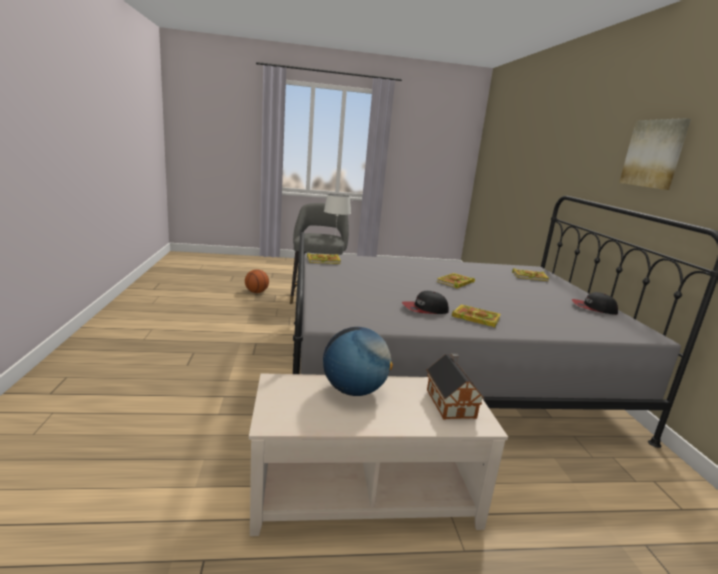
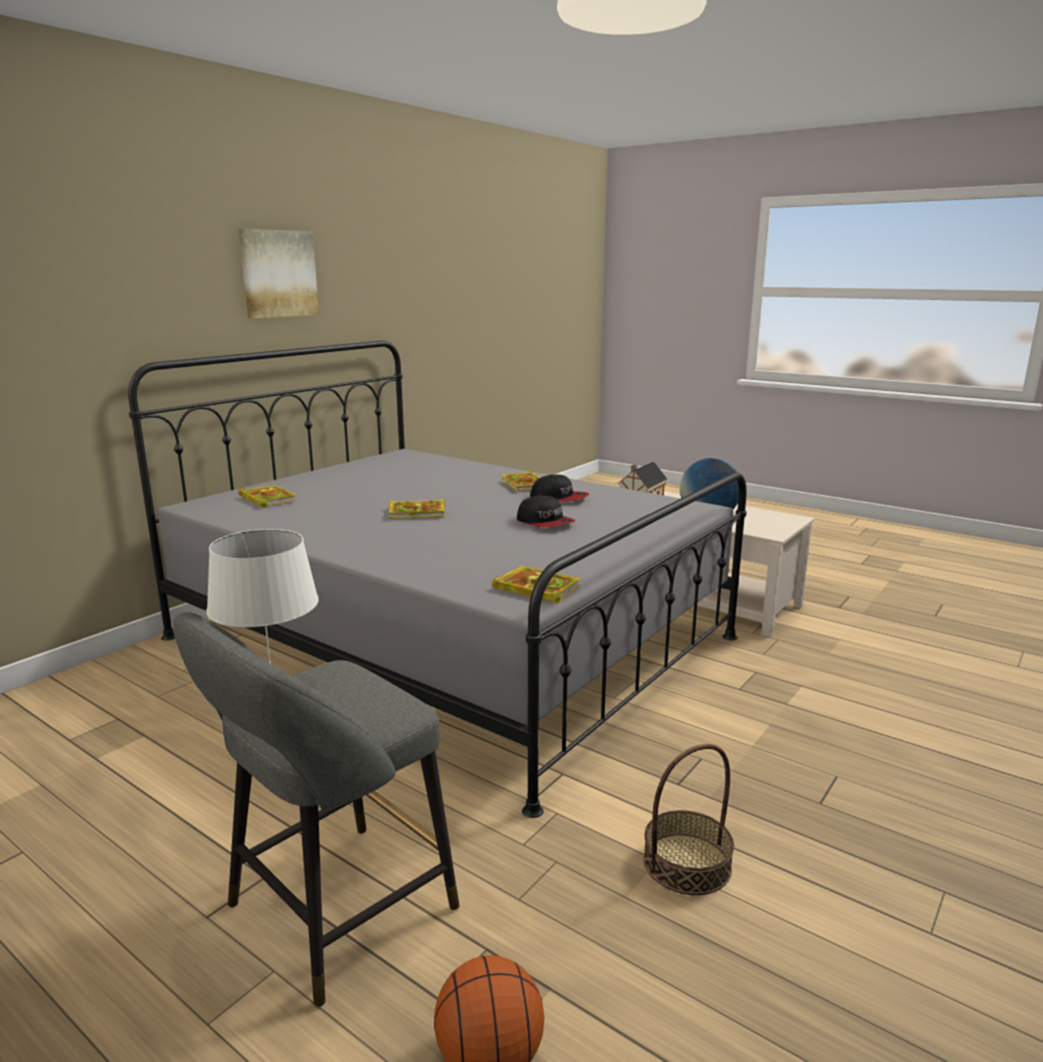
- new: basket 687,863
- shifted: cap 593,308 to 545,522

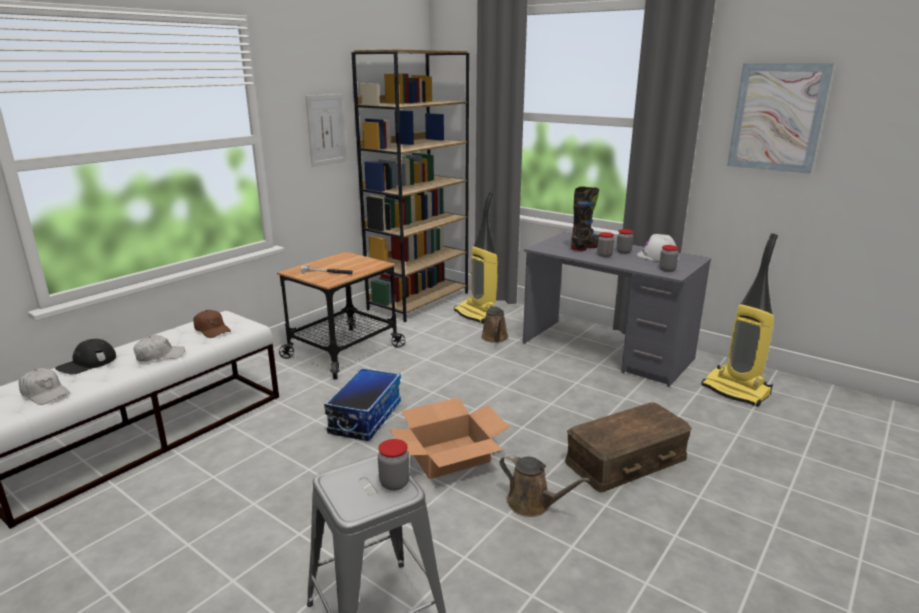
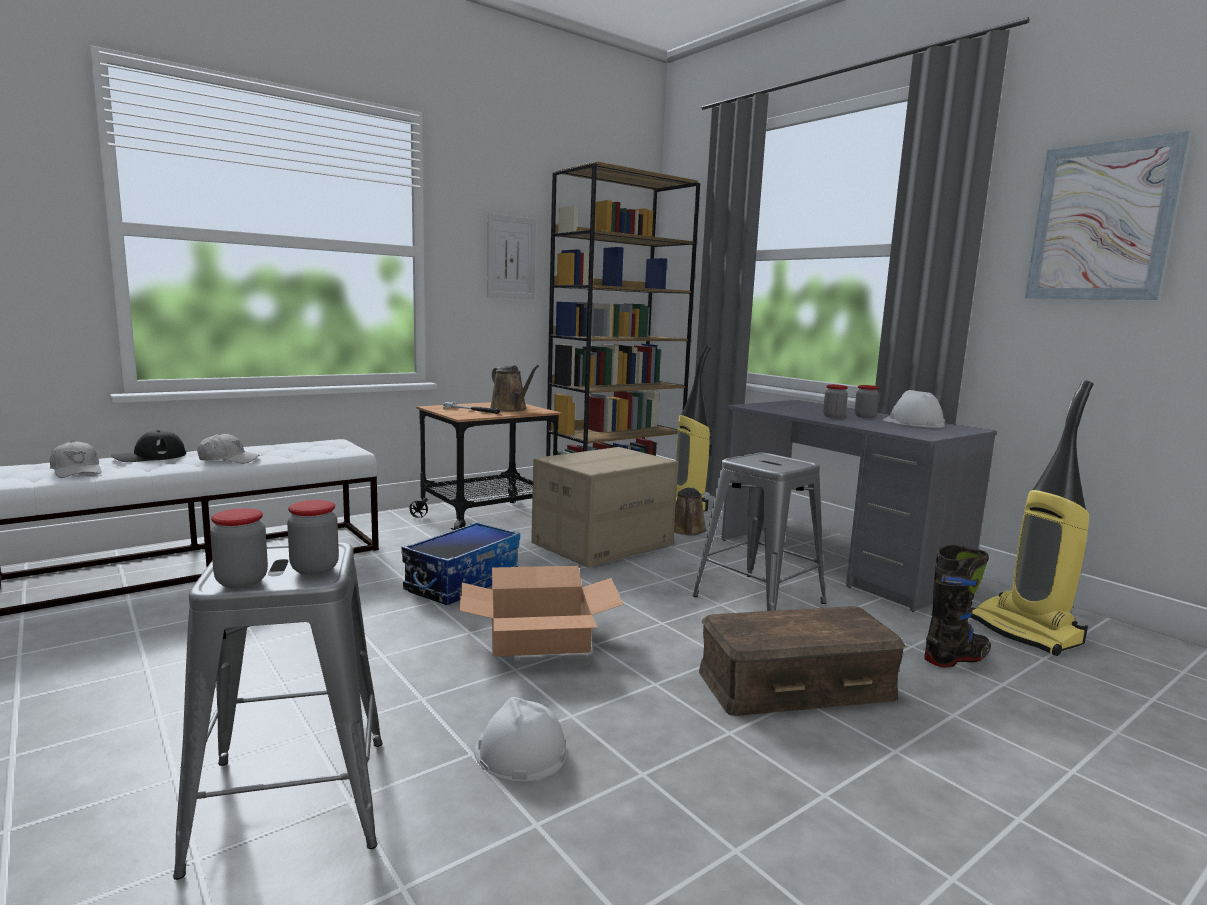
- gone: brown cap 212,330
- new: white hard hat 520,752
- new: cardboard box 602,543
- new: grey stool 759,600
- shifted: brown watering can 532,504 to 510,409
- shifted: black boot 586,247 to 956,658
- shifted: jar 667,270 to 241,581

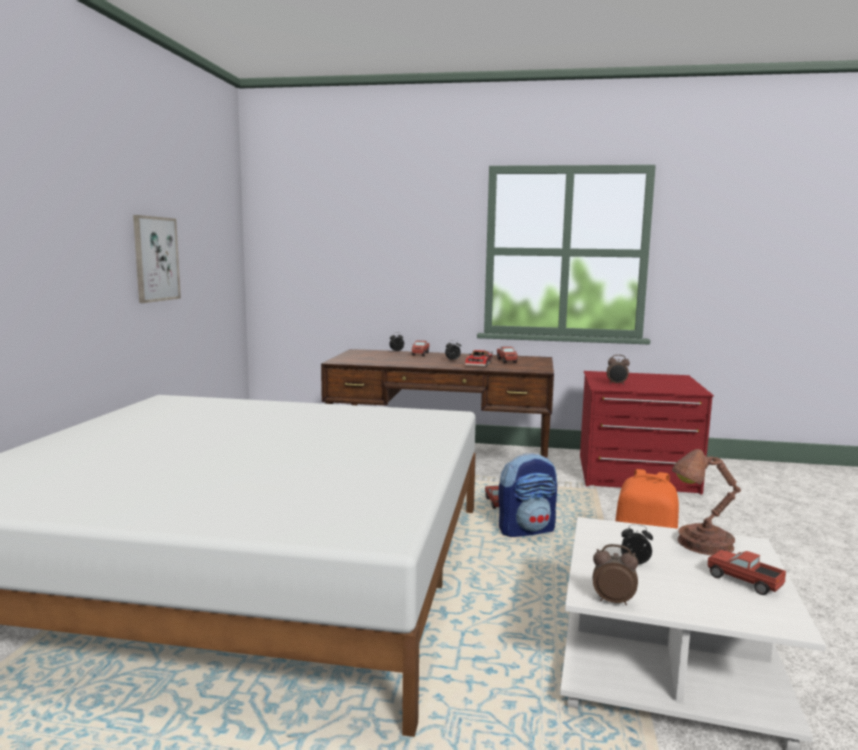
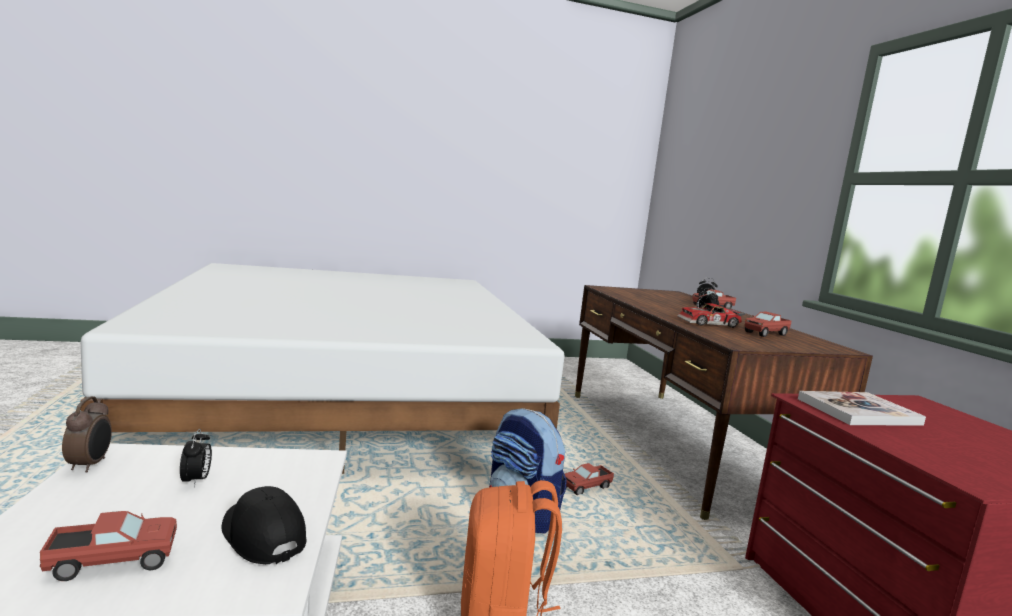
- gone: picture 156,259
- swapped: alarm clock 617,384 to book 858,411
- swapped: brown table lamp 701,544 to black cap 262,535
- rotated: toy truck 744,582 = 112,562 45 degrees clockwise

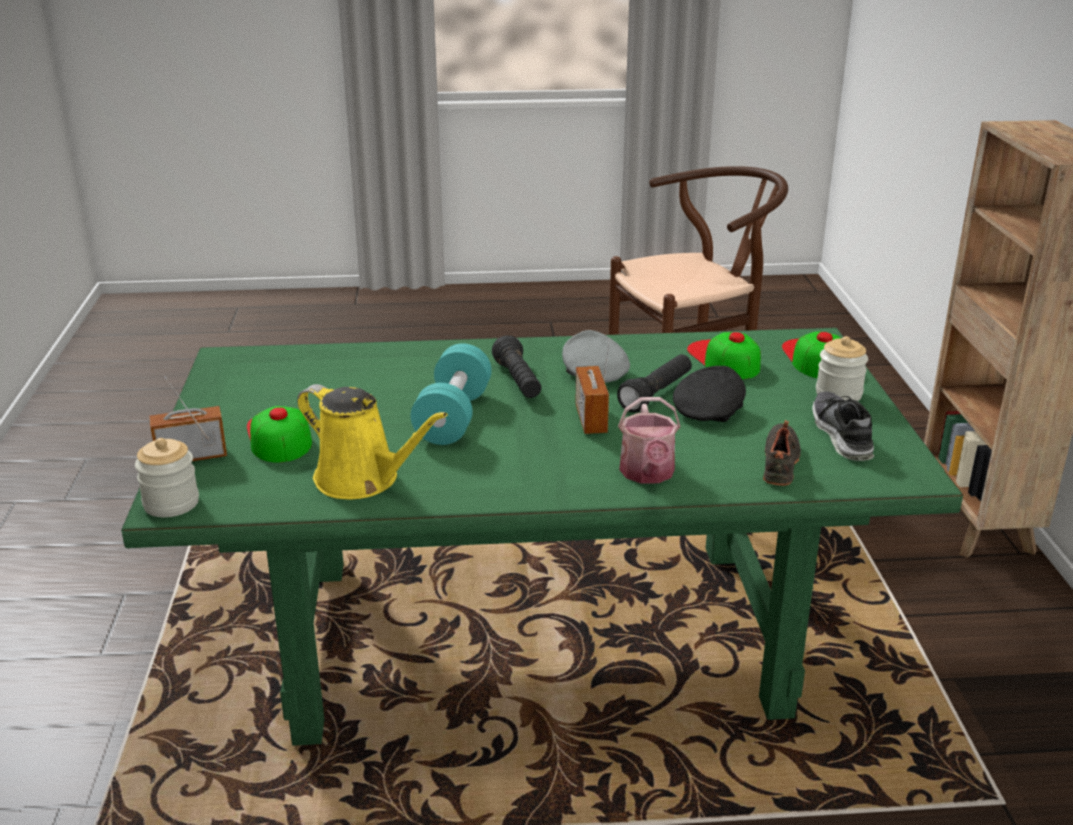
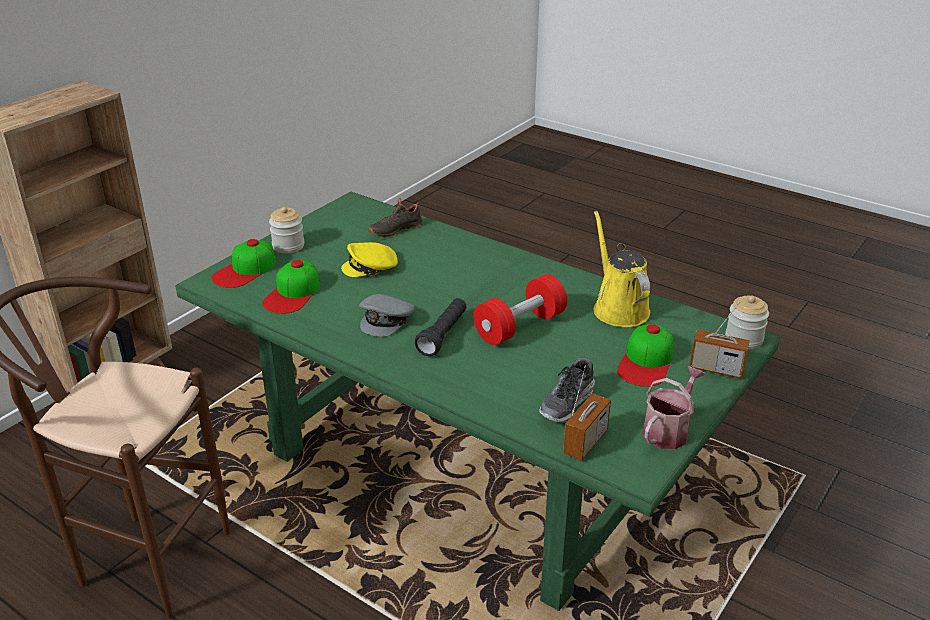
- gone: black flashlight 656,394
- shifted: radio 591,420 to 585,442
- shifted: watering can 648,474 to 668,430
- shifted: shoe 841,436 to 567,403
- repainted: turquoise dumbbell 453,417 to red dumbbell 520,326
- repainted: black cap 708,410 to yellow cap 371,267

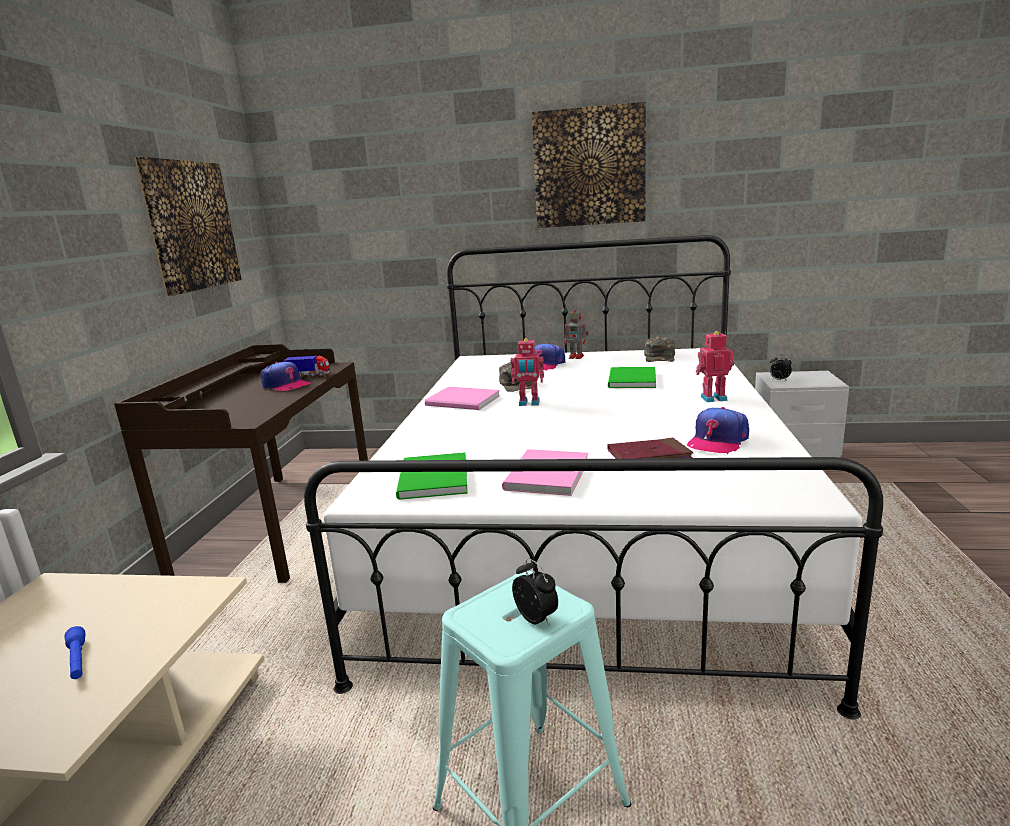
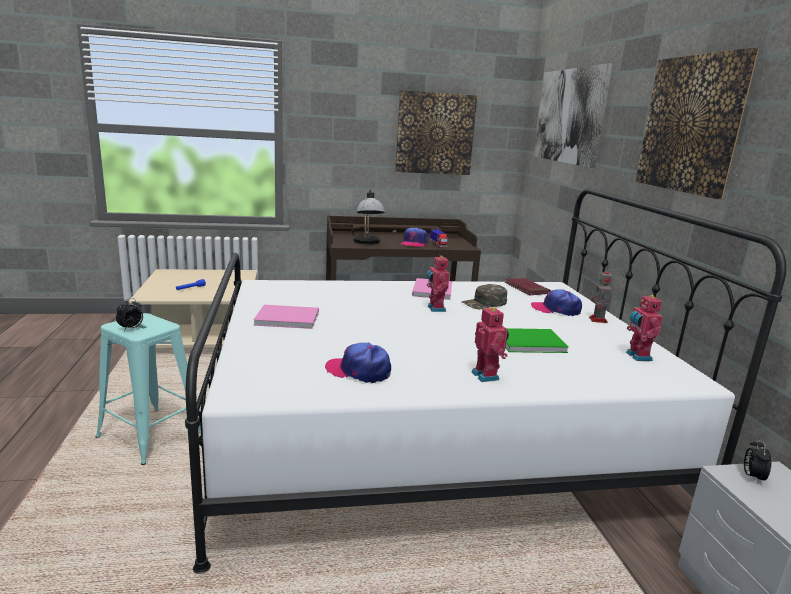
- gone: green book 431,480
- new: table lamp 367,243
- new: picture 568,116
- shifted: red book 649,456 to 526,289
- swapped: green cap 660,357 to toy robot 637,356

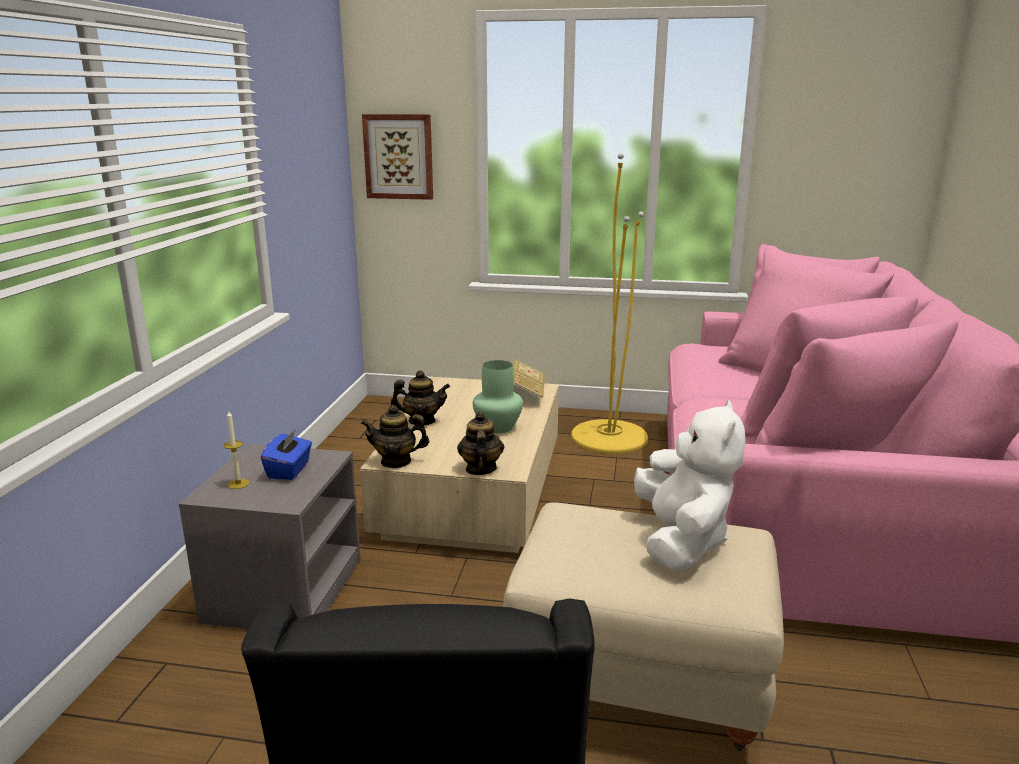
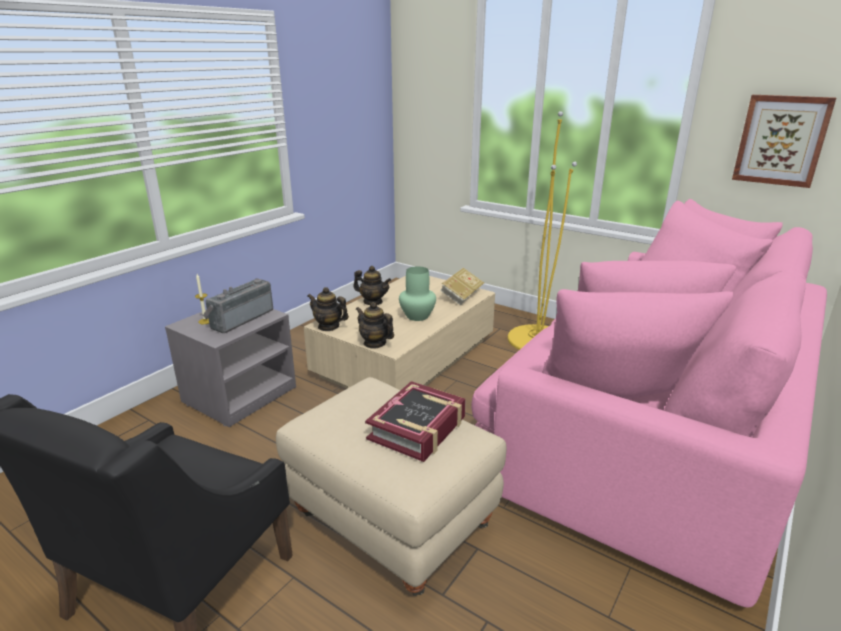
- shifted: picture 399,156 to 781,140
- swapped: blue tissue box 289,470 to radio 240,318
- swapped: white plush toy 681,541 to book 418,428
- rotated: teapot 480,469 = 375,343 75 degrees counterclockwise

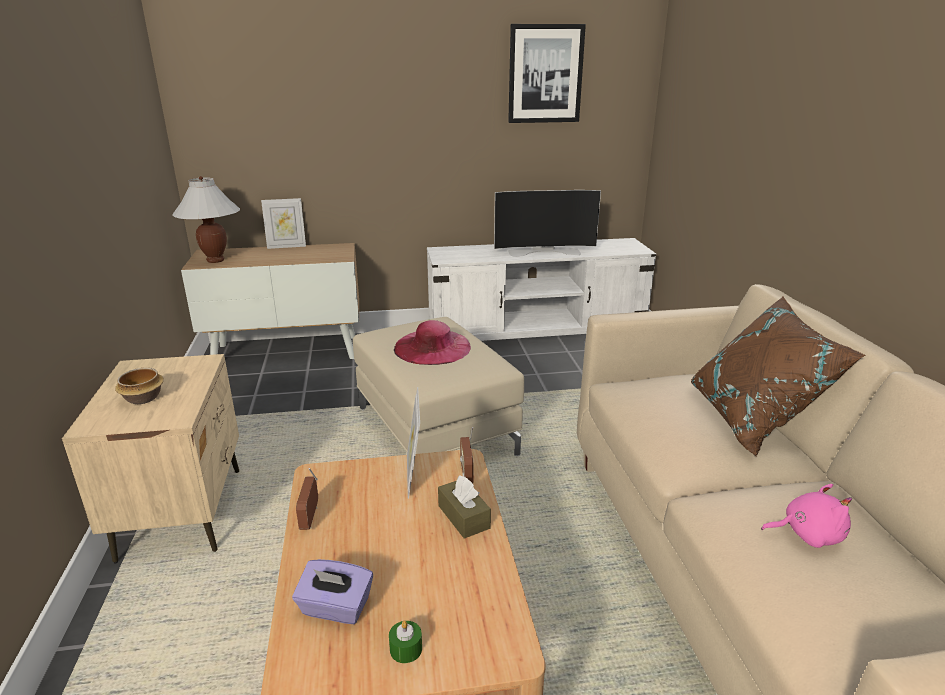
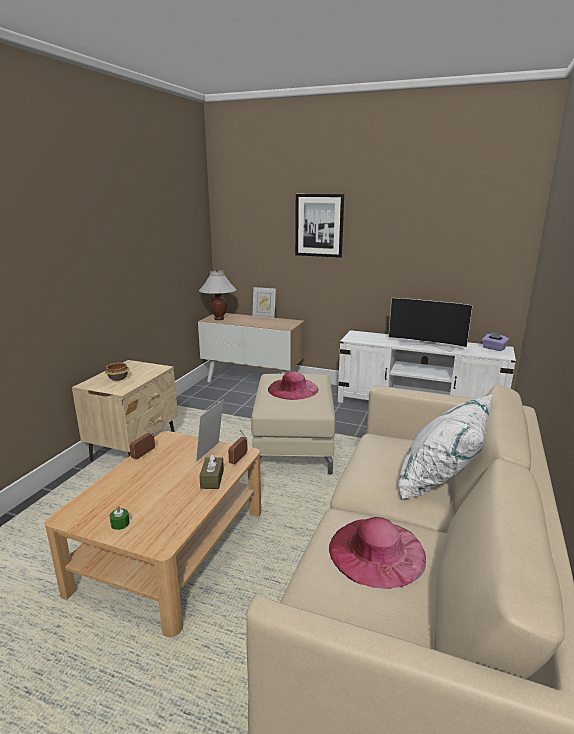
- shifted: purple tissue box 335,608 to 493,348
- shifted: picture 545,74 to 319,225
- swapped: pink plush toy 807,534 to pink hat 377,551
- repainted: brown pillow 754,419 to white pillow 440,480

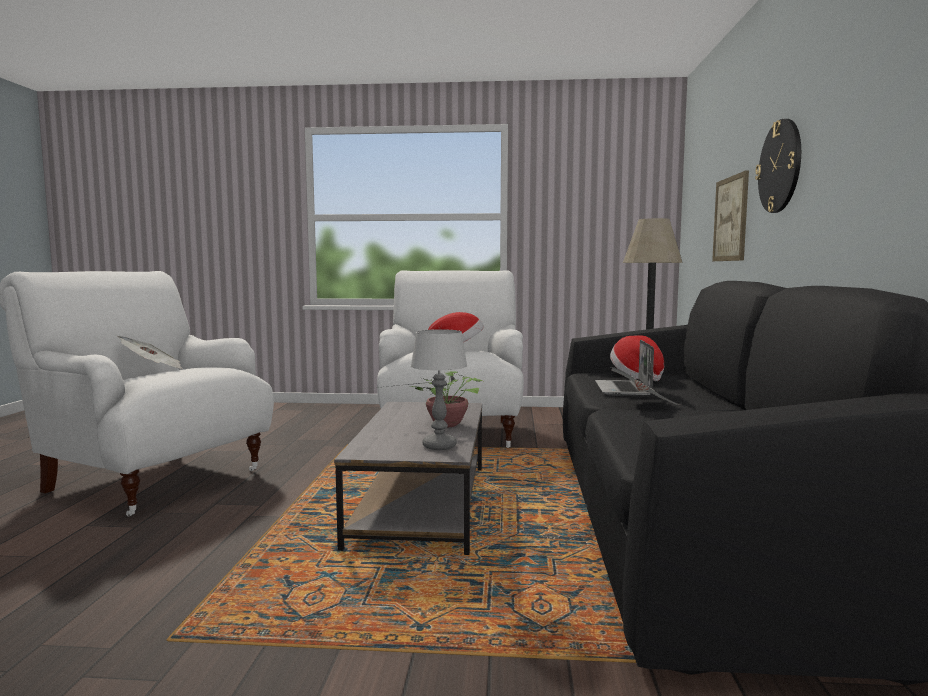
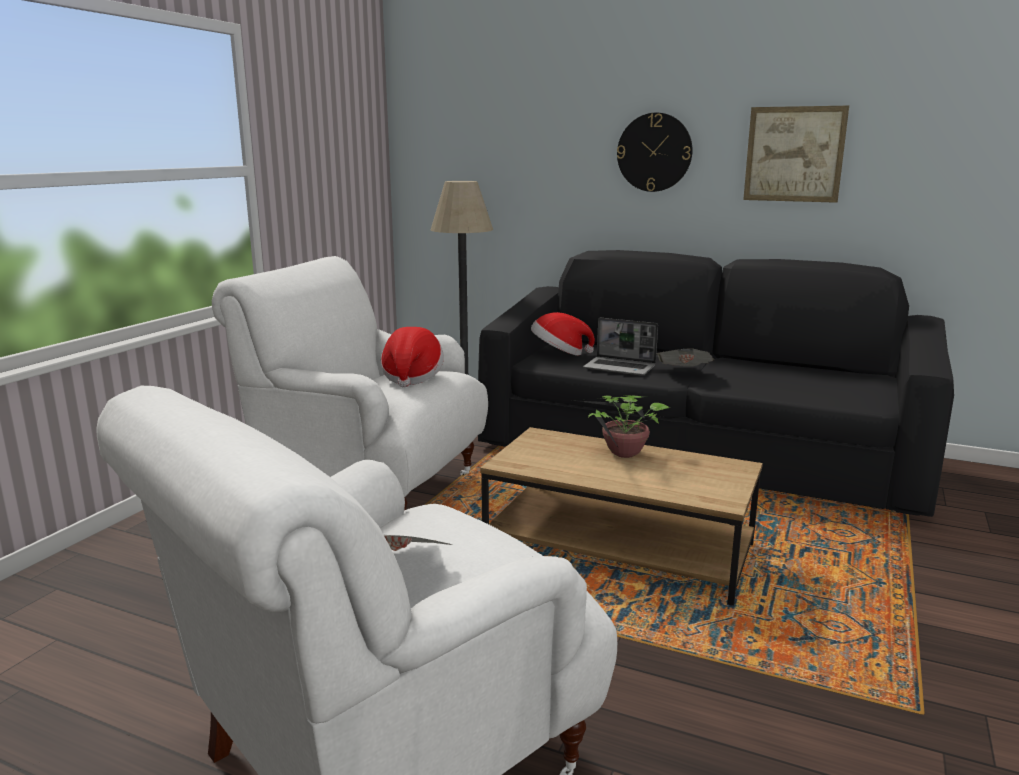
- gone: table lamp 438,446
- shifted: picture 730,219 to 794,154
- repainted: grey coffee table 422,504 to brown coffee table 618,547

